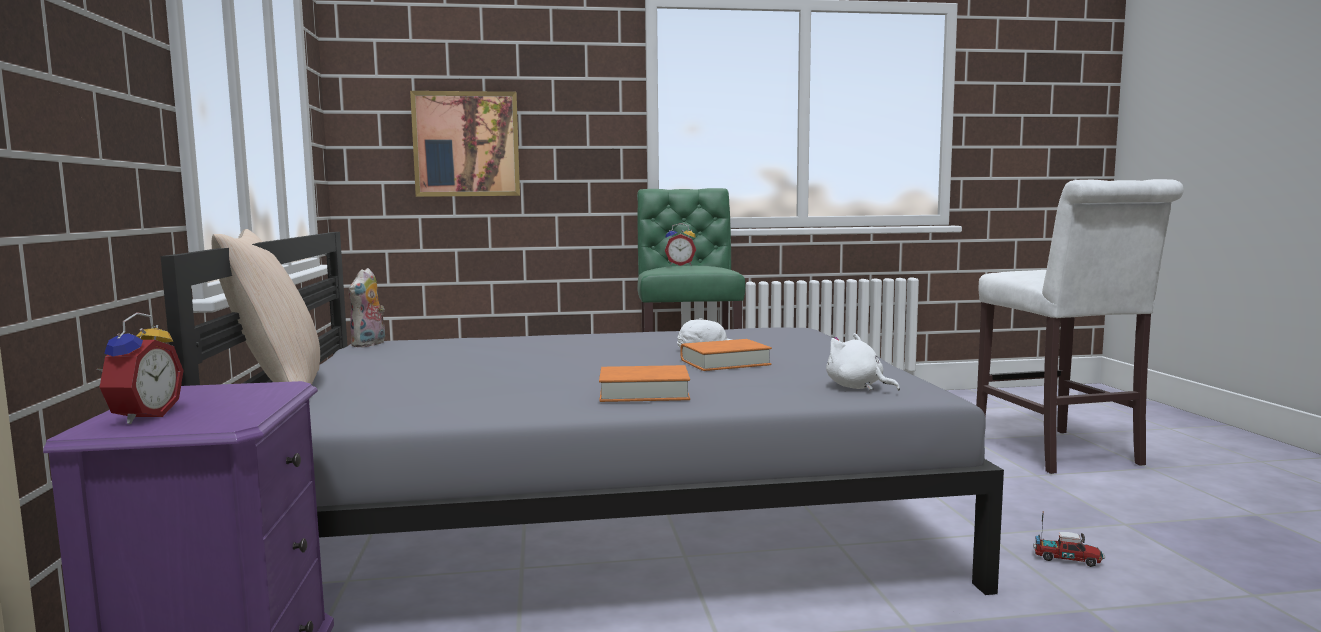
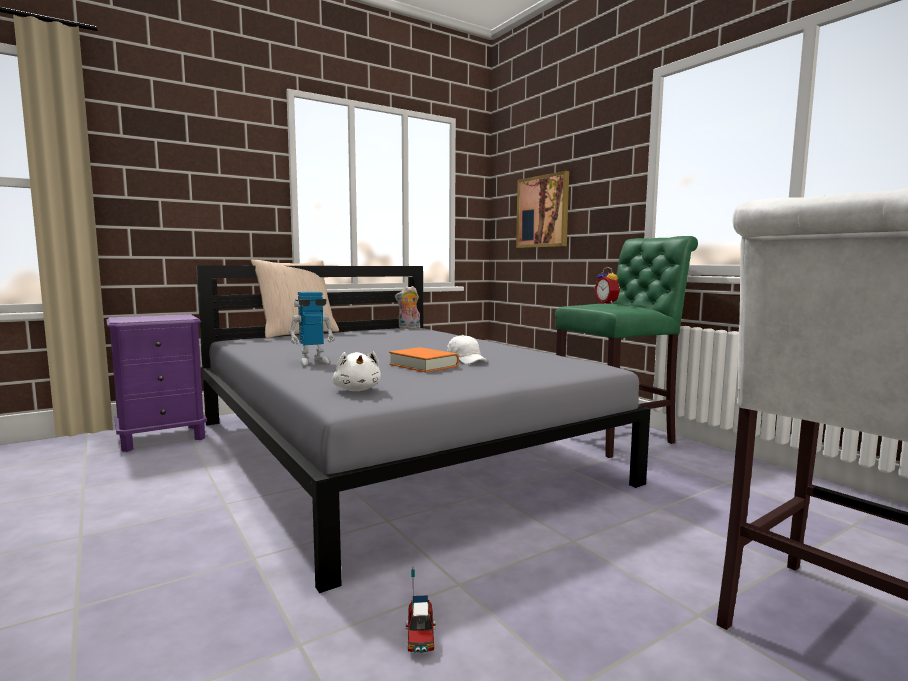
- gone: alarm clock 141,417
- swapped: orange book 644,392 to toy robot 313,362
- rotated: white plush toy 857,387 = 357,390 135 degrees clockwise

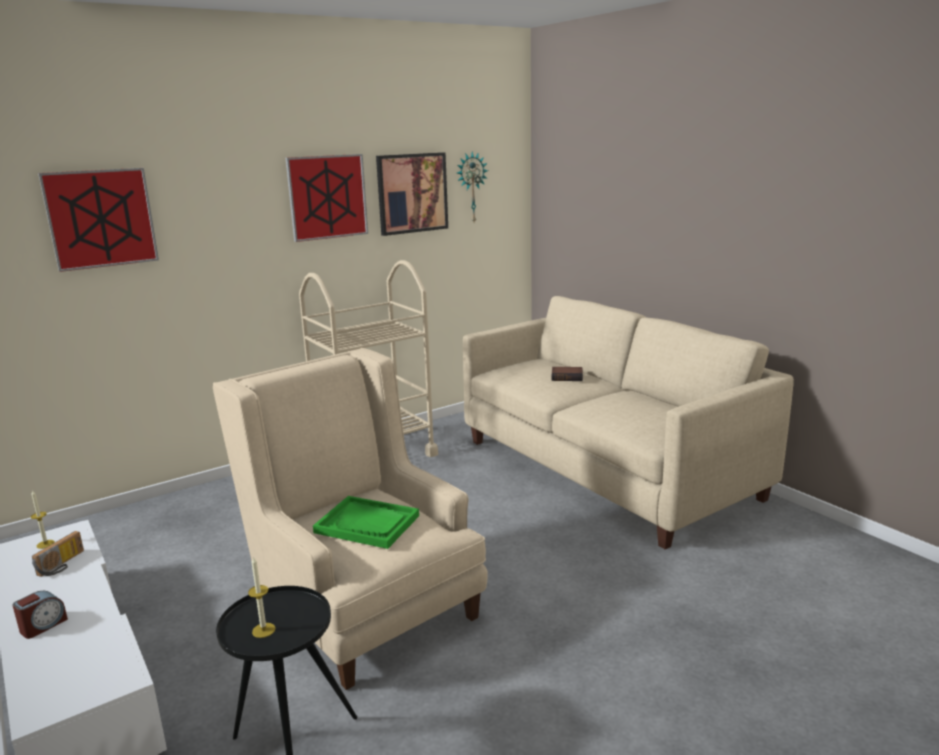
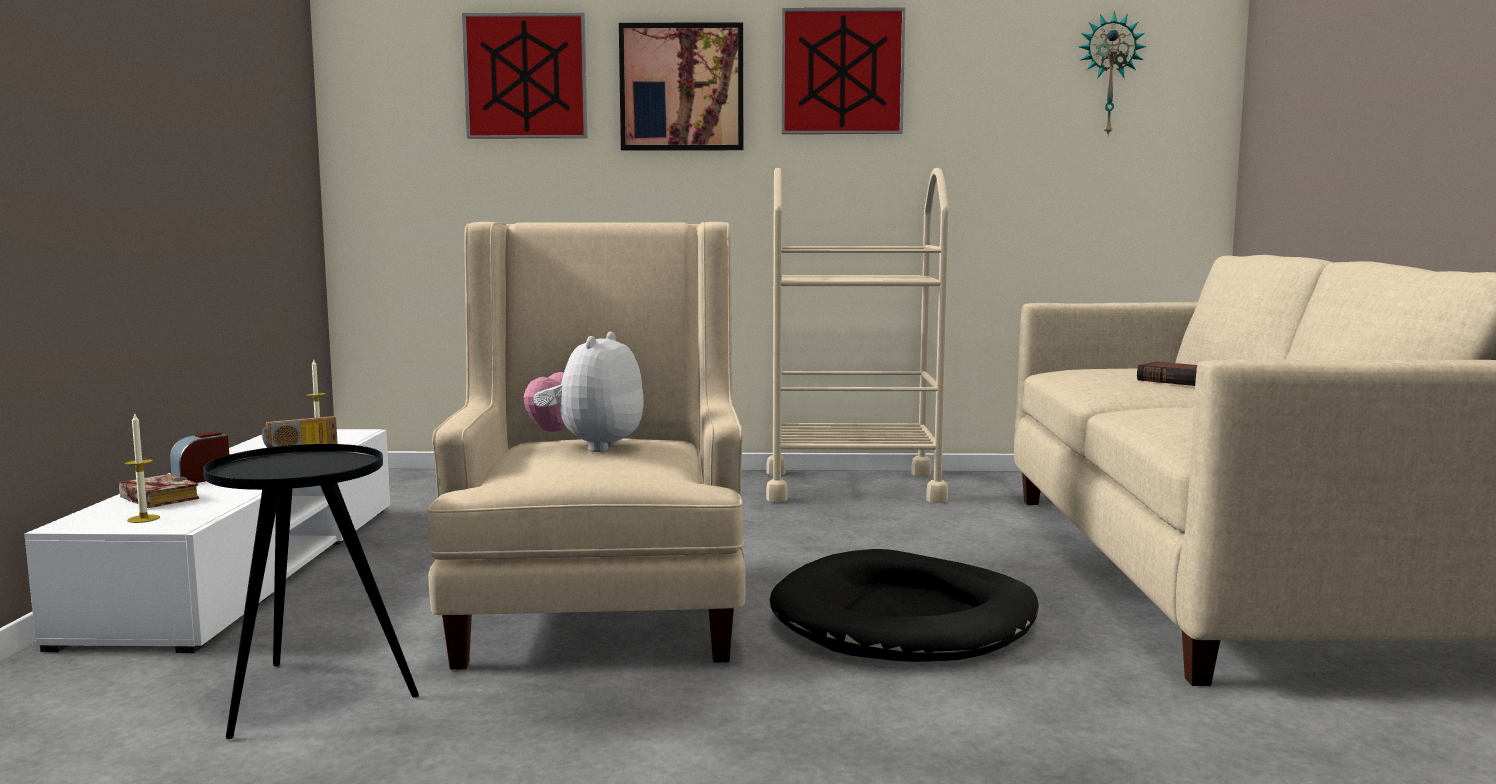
- new: book 155,499
- new: black dog bed 905,619
- shifted: candle 263,630 to 143,519
- shifted: picture 412,193 to 682,87
- swapped: green tray 367,524 to plush toy 588,446
- rotated: alarm clock 43,626 = 202,478 150 degrees clockwise

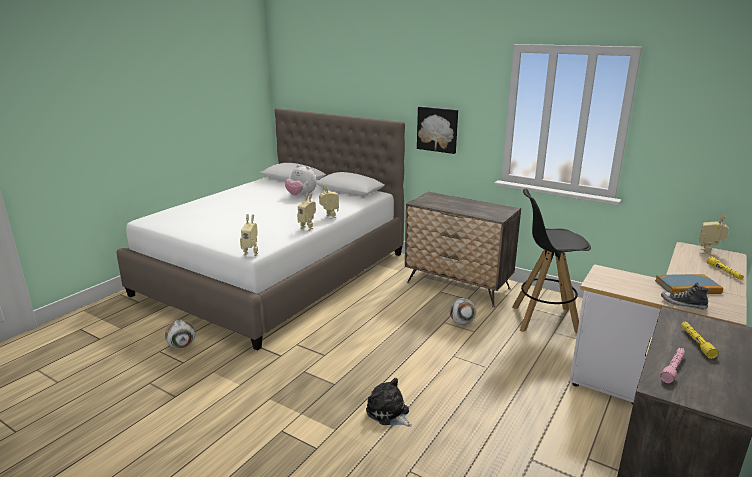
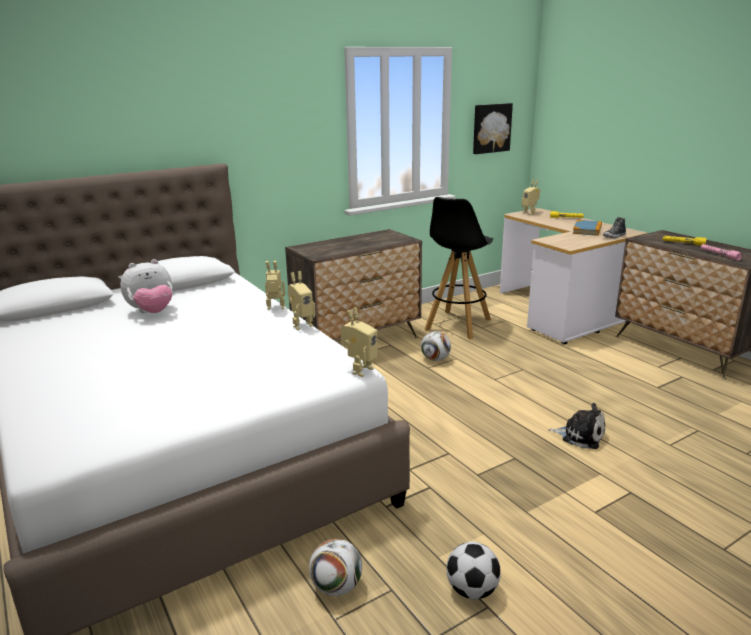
- new: football 471,590
- shifted: picture 437,129 to 491,128
- rotated: plush toy 389,413 = 580,435 135 degrees counterclockwise

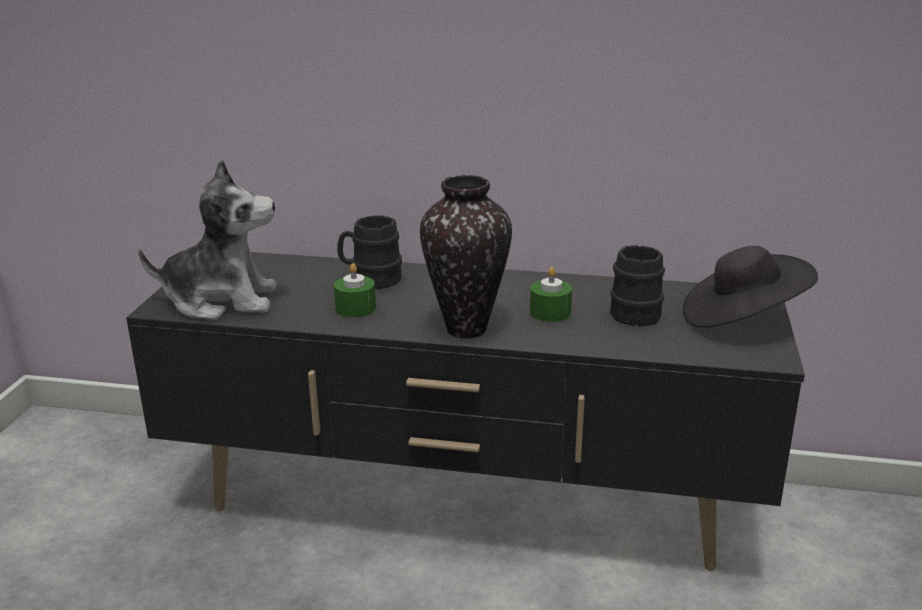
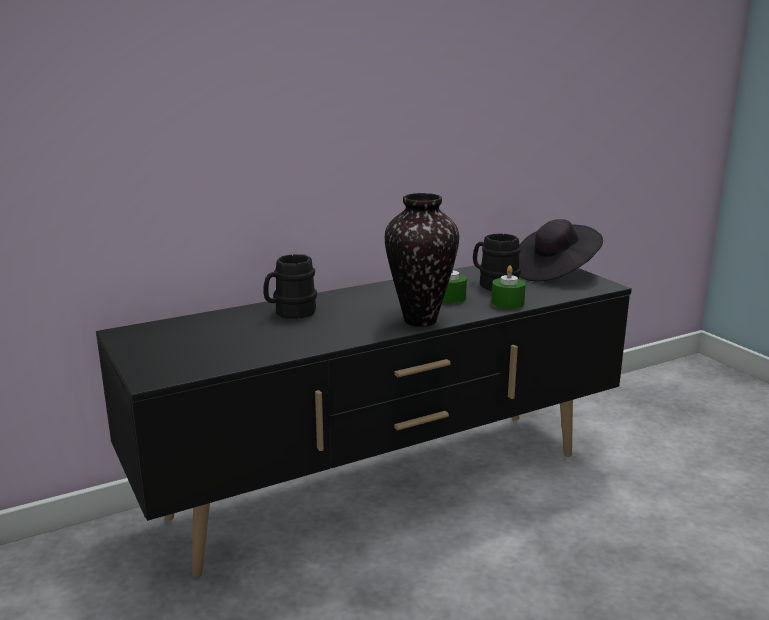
- gone: plush toy 222,300
- shifted: green candle 355,308 to 507,303

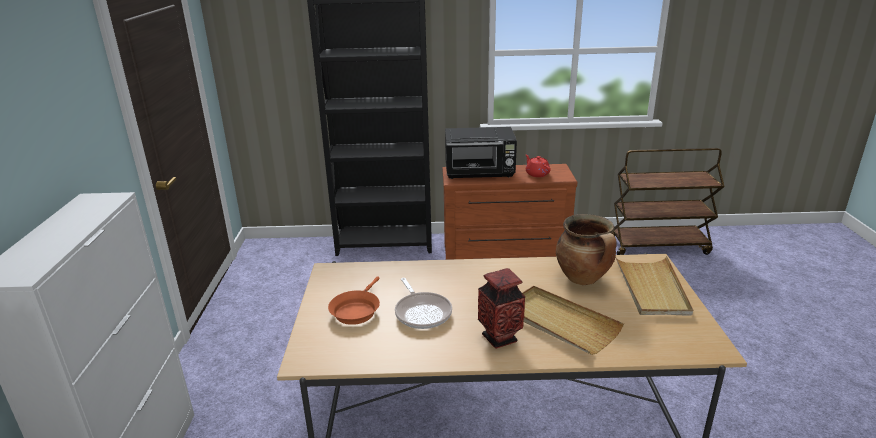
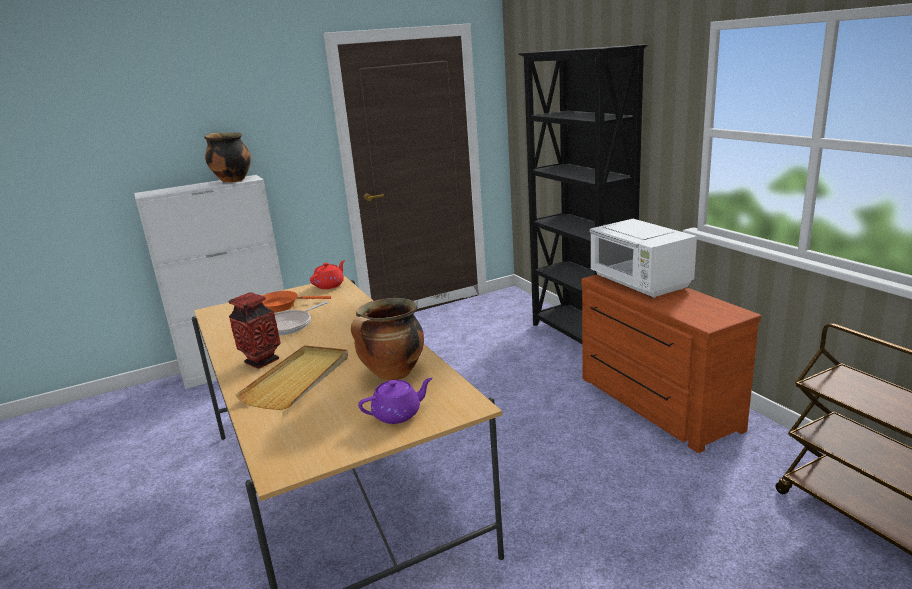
- new: cooking pot 231,180
- shifted: red teapot 537,174 to 330,285
- swapped: beige tray 651,288 to purple teapot 398,414
- repainted: black microwave 480,173 to white microwave 640,283

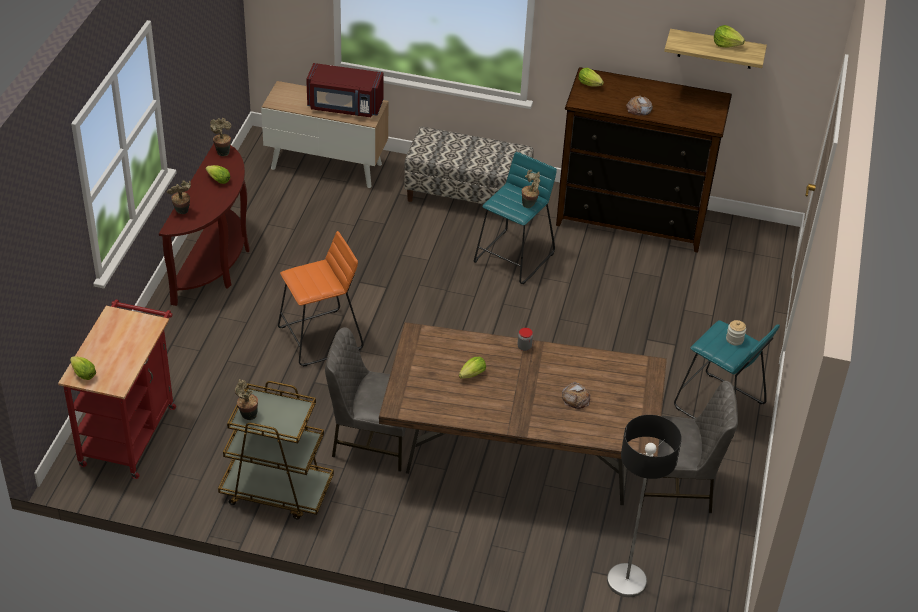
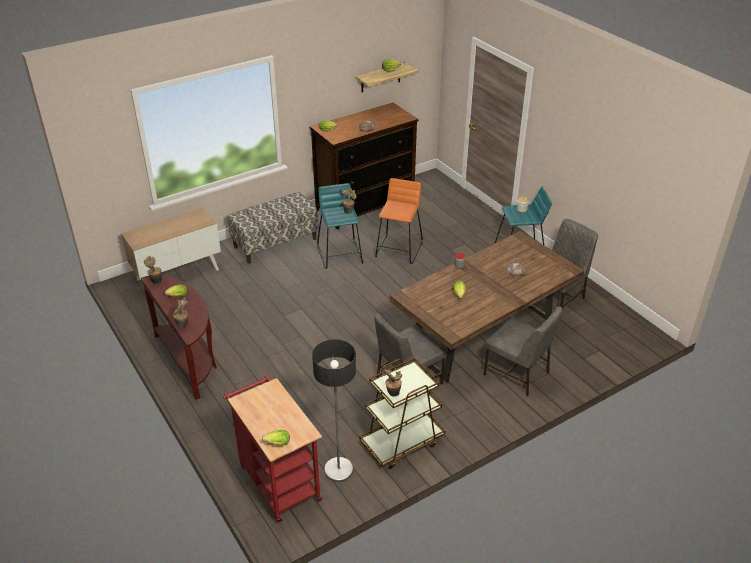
- gone: red microwave 344,106
- new: grey chair 517,373
- shifted: orange stool 320,338 to 399,249
- shifted: floor lamp 626,580 to 338,470

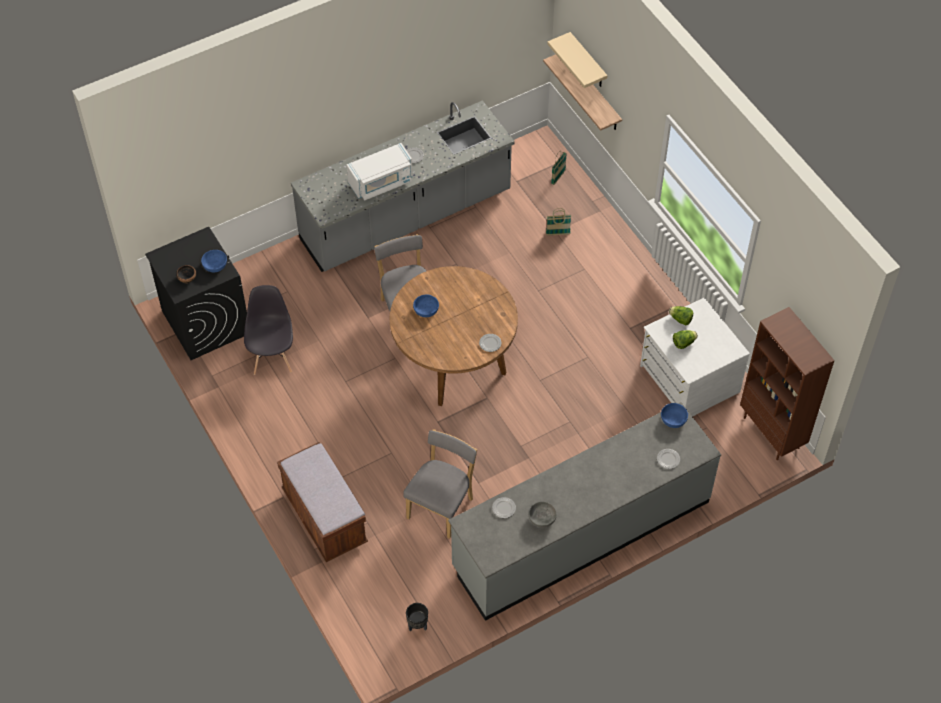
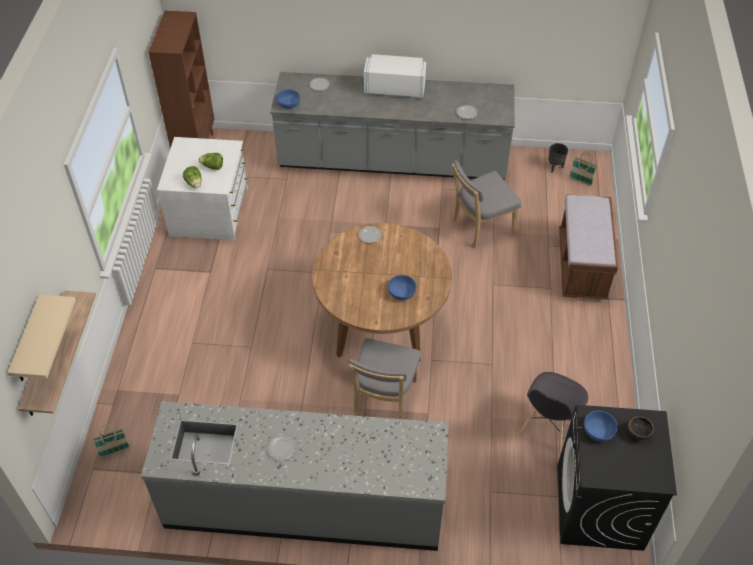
- gone: grey bowl 542,518
- shifted: white microwave 381,182 to 395,89
- shifted: basket 558,233 to 580,181

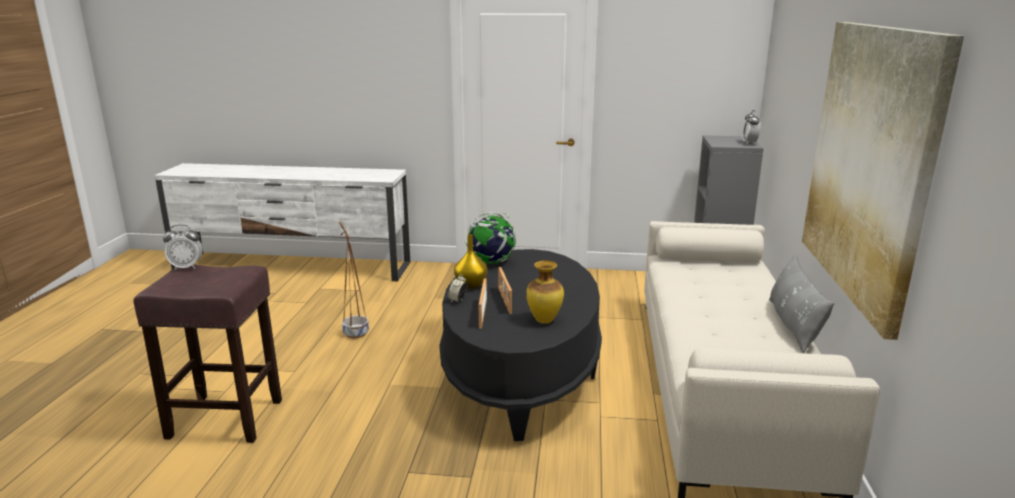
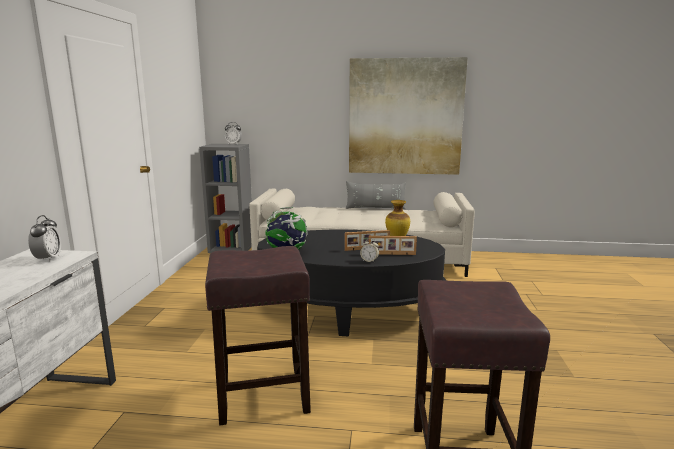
- gone: yellow vase 470,285
- shifted: alarm clock 186,267 to 48,259
- swapped: brown planter 355,333 to brown stool 261,396

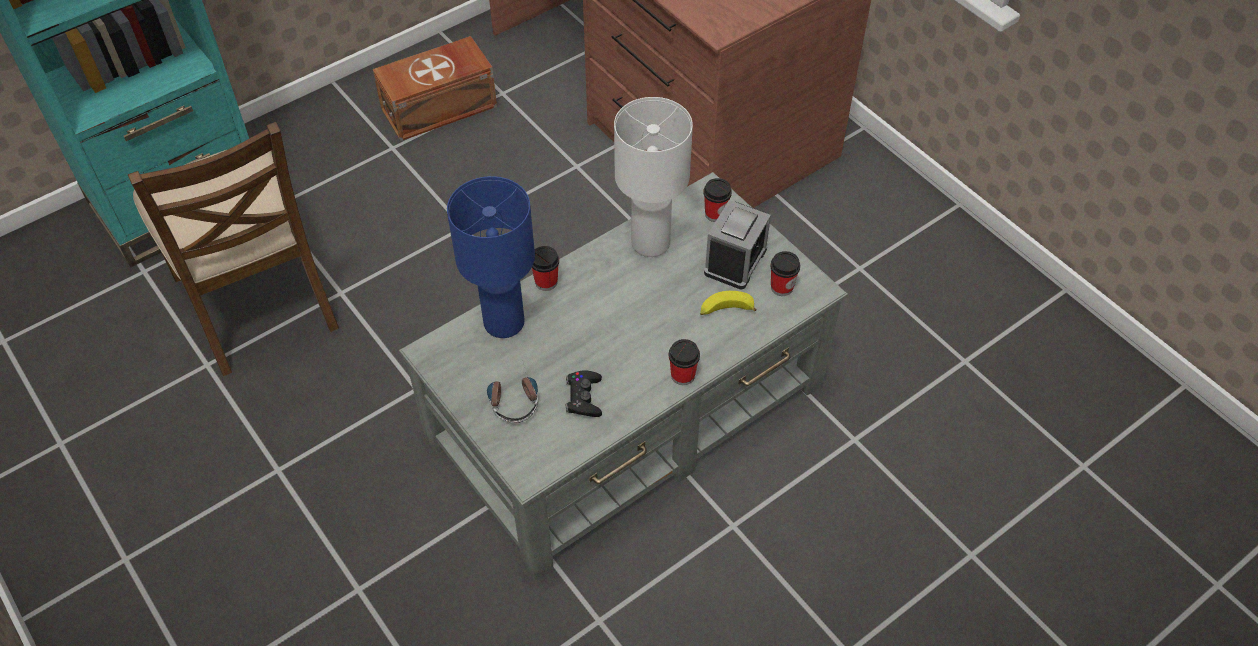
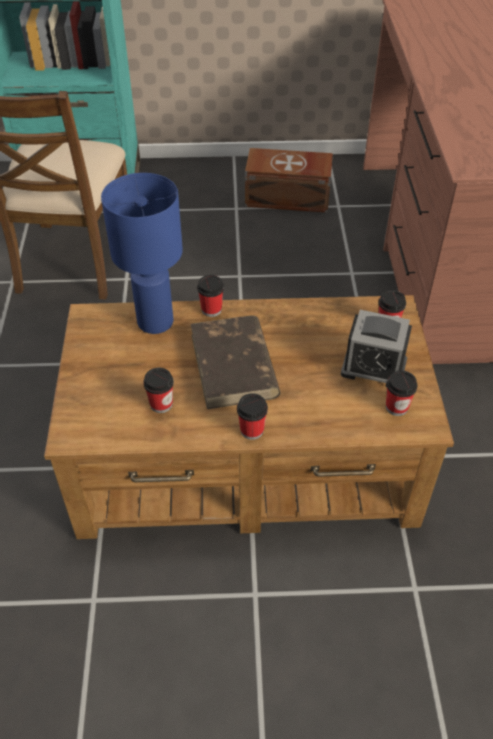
- gone: headphones 513,397
- gone: white table lamp 649,243
- gone: banana 725,310
- new: brown book 234,366
- swapped: black game controller 584,397 to cup 161,404
- repainted: grey coffee table 629,412 to brown coffee table 247,459
- rotated: alarm clock 735,261 = 373,367 45 degrees clockwise

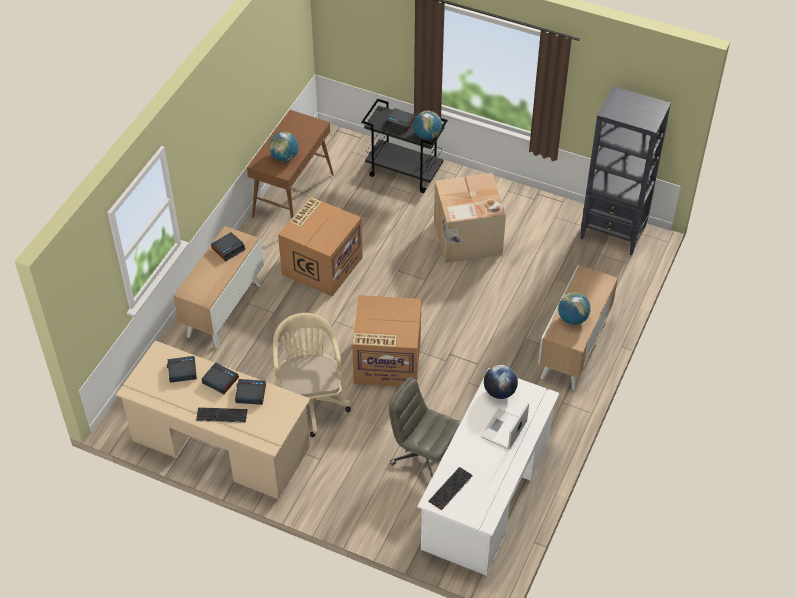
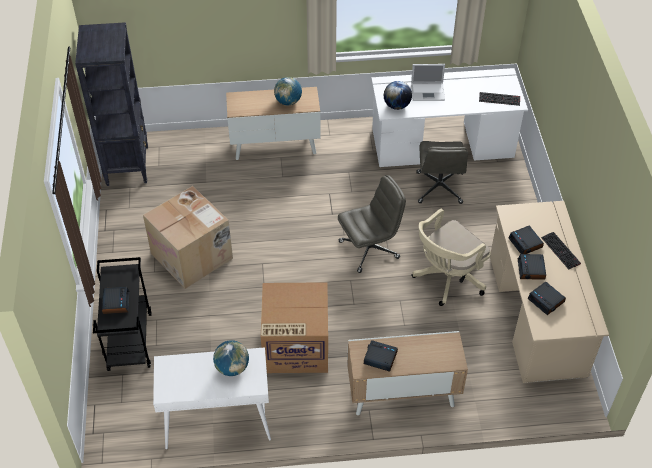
- gone: globe 427,136
- swapped: cardboard box 386,361 to grey office chair 369,249
- repainted: brown console table 293,195 to white console table 217,420

